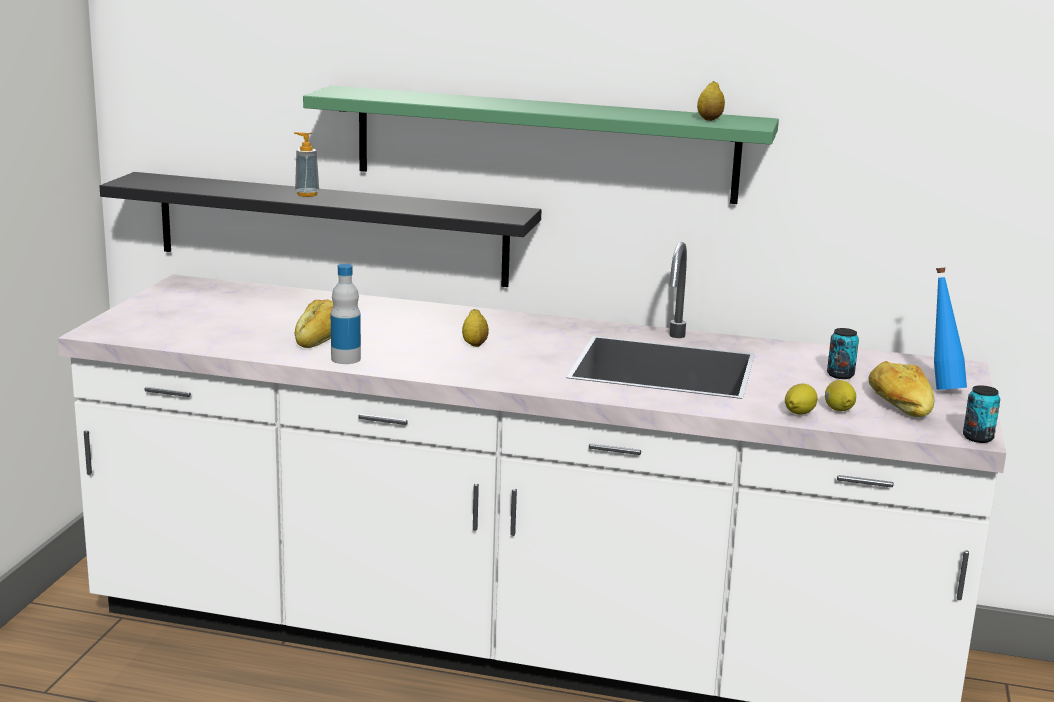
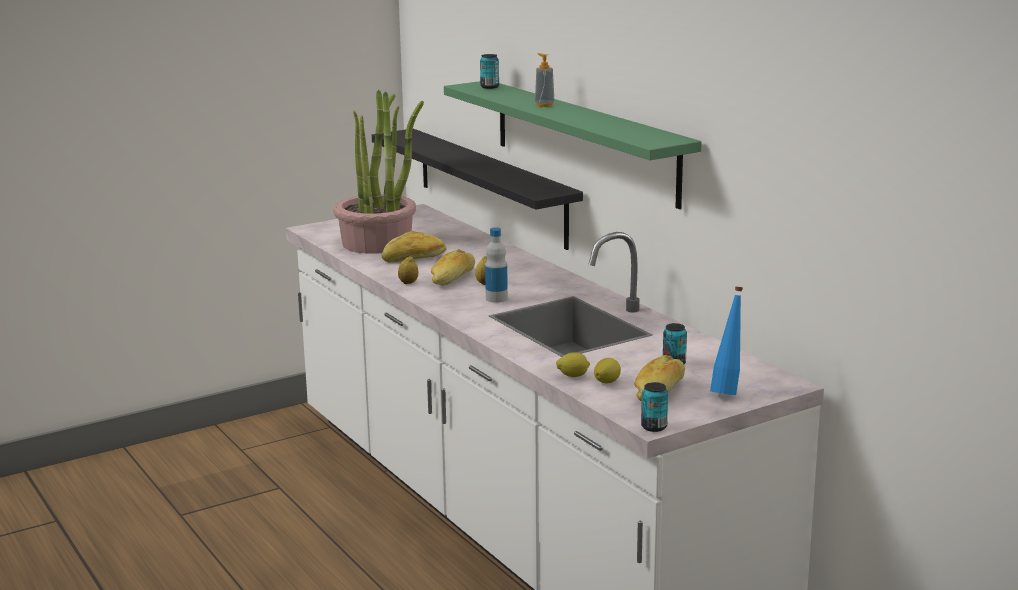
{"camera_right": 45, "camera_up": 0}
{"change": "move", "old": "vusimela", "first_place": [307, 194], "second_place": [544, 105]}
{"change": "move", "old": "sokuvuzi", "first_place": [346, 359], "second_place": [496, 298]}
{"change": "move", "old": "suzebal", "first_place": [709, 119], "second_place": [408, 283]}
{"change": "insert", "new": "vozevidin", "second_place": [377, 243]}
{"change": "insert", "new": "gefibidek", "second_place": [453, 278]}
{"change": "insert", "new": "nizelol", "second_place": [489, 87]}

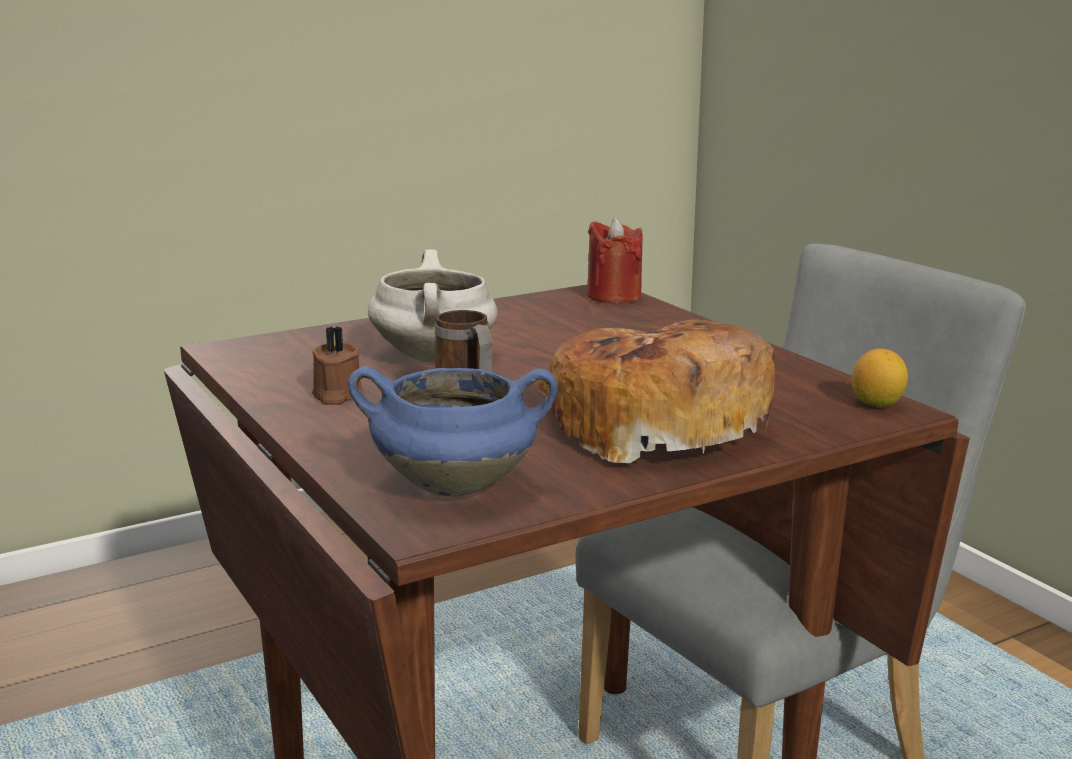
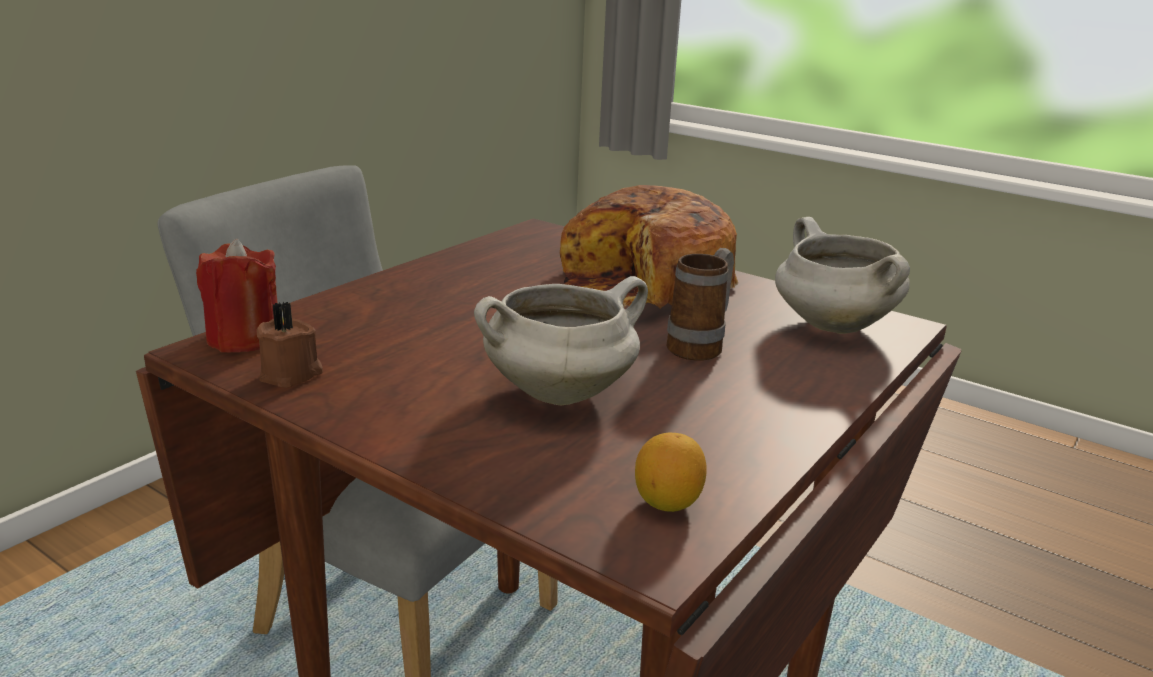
{"camera_right": -115, "camera_up": 5}
{"change": "move", "old": "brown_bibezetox", "first_place": [336, 395], "second_place": [292, 374]}
{"change": "recolor", "old": "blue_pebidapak", "new": "white_pebidapak", "first_place": [457, 485], "second_place": [830, 325]}
{"change": "move", "old": "suzebal", "first_place": [877, 404], "second_place": [667, 502]}

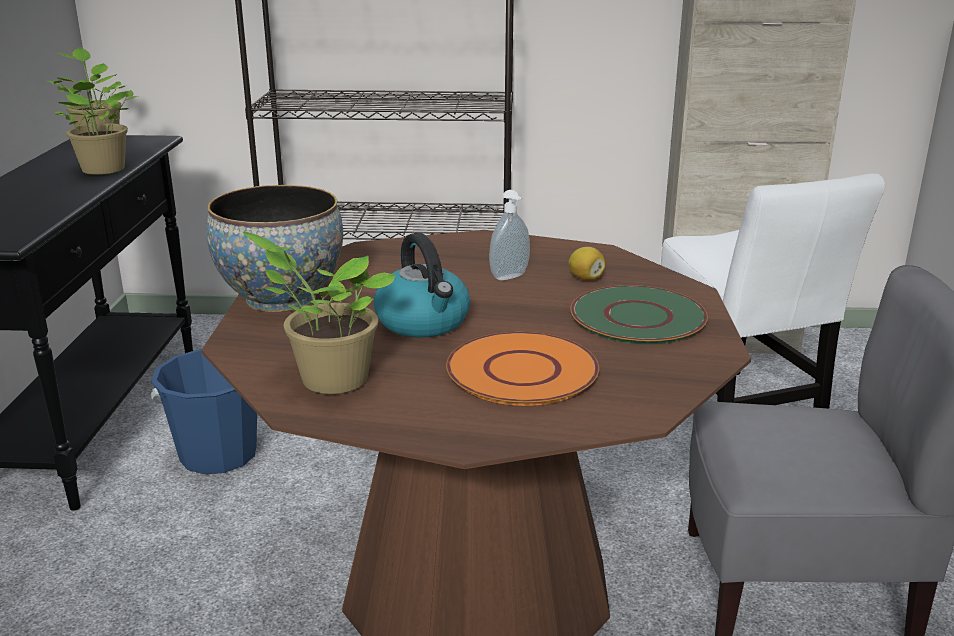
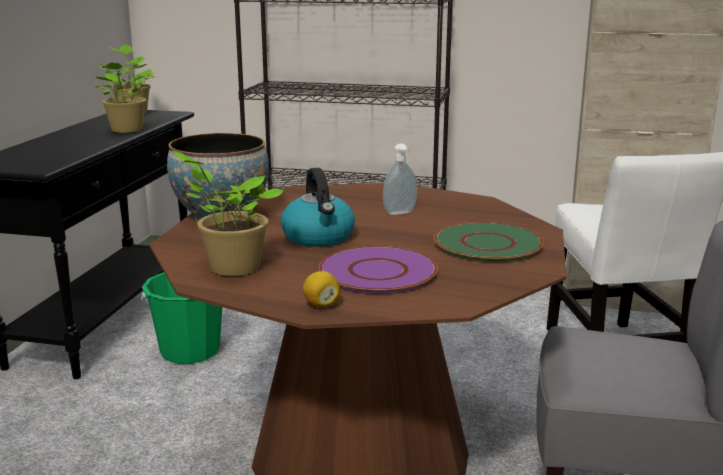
{"camera_right": 10, "camera_up": -5}
{"change": "recolor", "old": "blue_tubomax", "new": "green_tubomax", "first_place": [218, 455], "second_place": [190, 351]}
{"change": "recolor", "old": "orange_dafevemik", "new": "purple_dafevemik", "first_place": [522, 372], "second_place": [377, 272]}
{"change": "move", "old": "suzebal", "first_place": [585, 278], "second_place": [321, 305]}

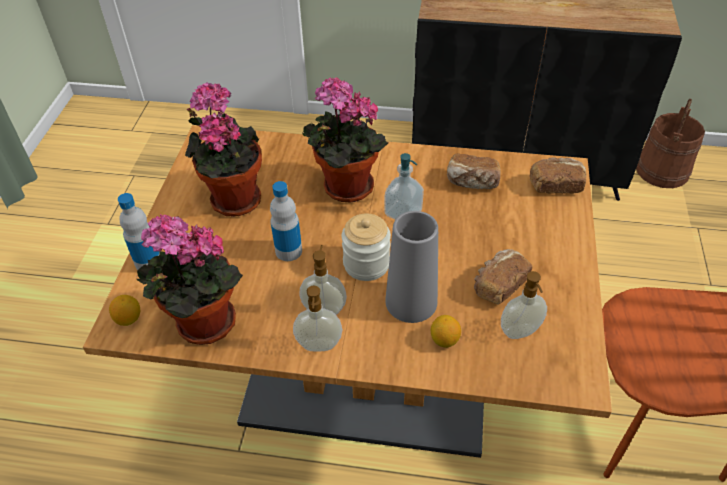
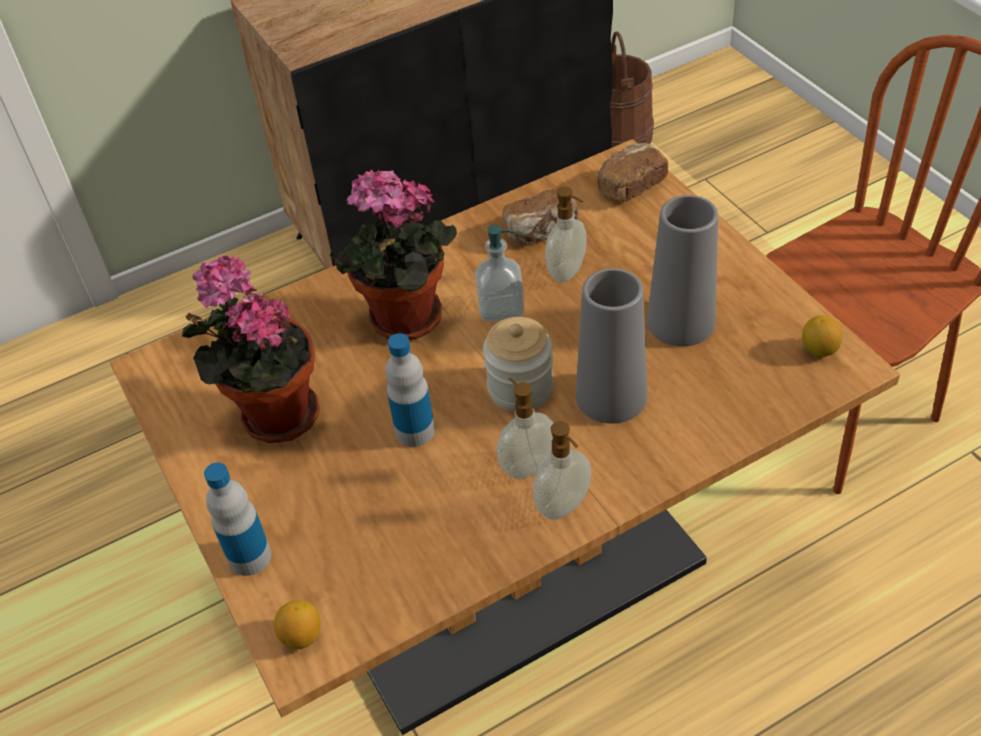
{"camera_right": -35, "camera_up": 0}
{"change": "delete", "old": "vozevidin", "first_place": [201, 326]}
{"change": "move", "old": "suzebal", "first_place": [444, 340], "second_place": [819, 350]}
{"change": "replace", "old": "gefibidek", "new": "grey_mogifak", "first_place": [499, 285], "second_place": [680, 322]}
{"change": "move", "old": "vusimela", "first_place": [520, 332], "second_place": [568, 272]}

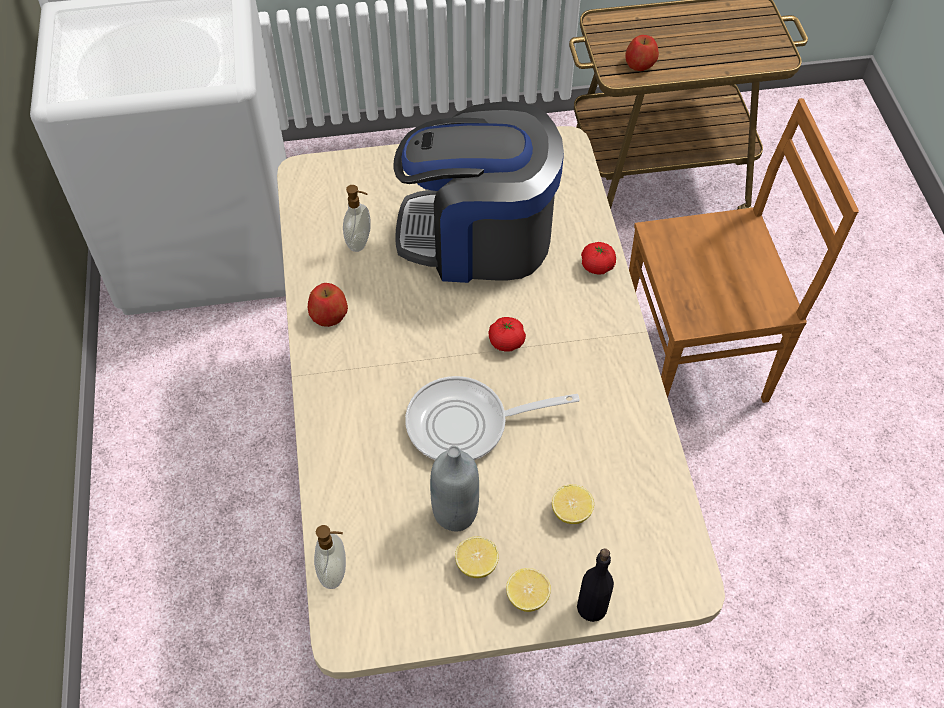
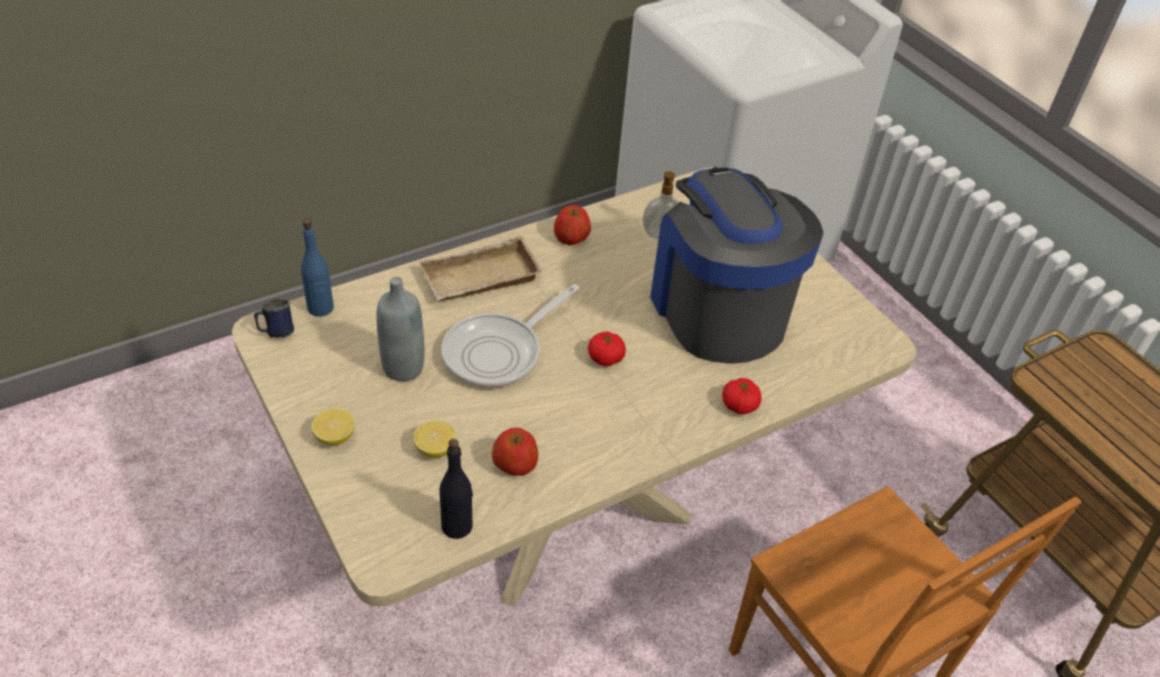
{"camera_right": 65, "camera_up": -10}
{"change": "replace", "old": "vusimela", "new": "blue_sokuvuzi", "first_place": [335, 572], "second_place": [320, 308]}
{"change": "rotate", "old": "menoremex", "first_place": [466, 425], "second_place": [499, 352], "degrees": -105}
{"change": "delete", "old": "suzebal", "first_place": [476, 564]}
{"change": "move", "old": "black_sokuvuzi", "first_place": [591, 607], "second_place": [457, 526]}
{"change": "move", "old": "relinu", "first_place": [640, 64], "second_place": [515, 464]}
{"change": "insert", "new": "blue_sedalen", "second_place": [276, 332]}
{"change": "insert", "new": "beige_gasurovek", "second_place": [480, 280]}

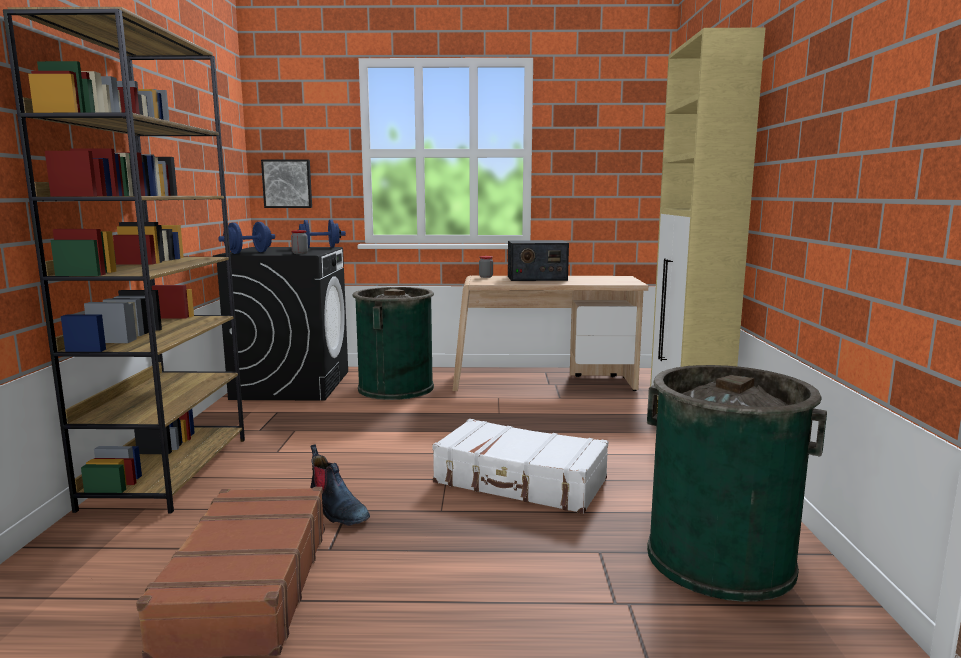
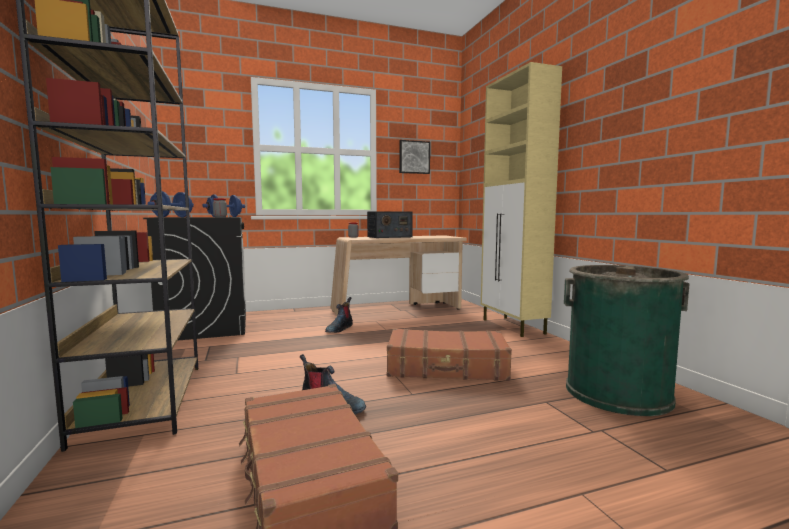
{"camera_right": -20, "camera_up": -5}
{"change": "move", "old": "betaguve", "first_place": [287, 184], "second_place": [414, 157]}
{"change": "delete", "old": "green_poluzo", "first_place": [396, 388]}
{"change": "recolor", "old": "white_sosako", "new": "brown_sosako", "first_place": [520, 482], "second_place": [447, 368]}
{"change": "insert", "new": "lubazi", "second_place": [339, 329]}

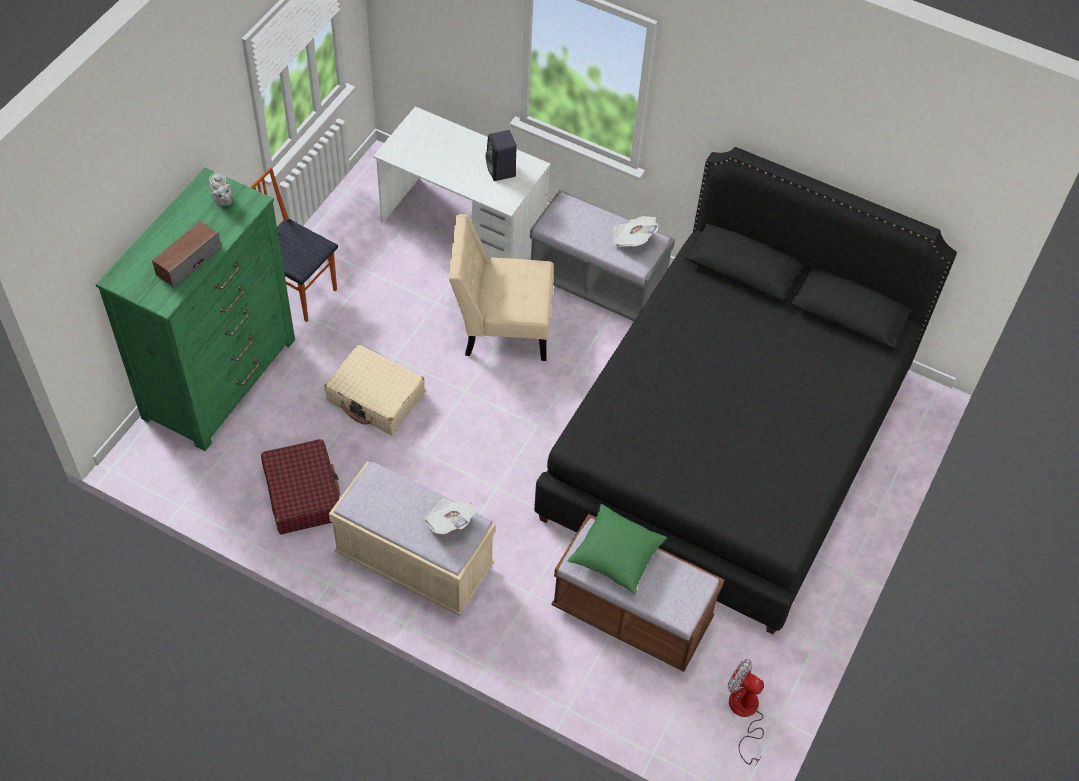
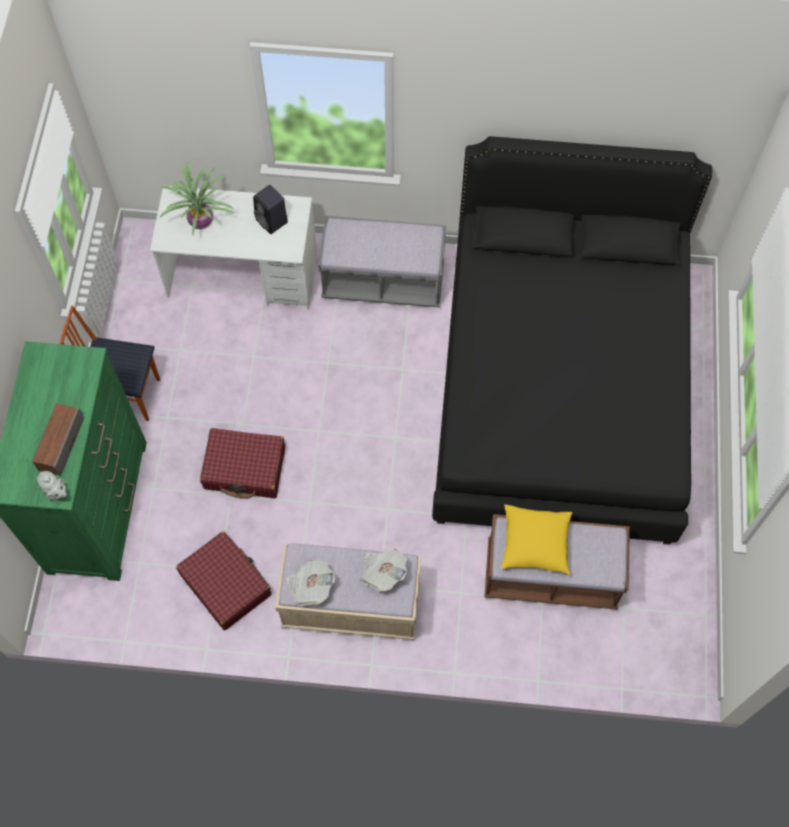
{"camera_right": -20, "camera_up": 10}
{"change": "move", "old": "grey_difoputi", "first_place": [223, 201], "second_place": [56, 492]}
{"change": "recolor", "old": "beige_sosako", "new": "red_sosako", "first_place": [376, 398], "second_place": [245, 468]}
{"change": "delete", "old": "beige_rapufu", "first_place": [501, 326]}
{"change": "recolor", "old": "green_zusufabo", "new": "yellow_zusufabo", "first_place": [616, 556], "second_place": [535, 544]}
{"change": "move", "old": "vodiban", "first_place": [632, 239], "second_place": [310, 586]}
{"change": "delete", "old": "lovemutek", "first_place": [744, 714]}
{"change": "insert", "new": "vozevidin", "second_place": [202, 221]}

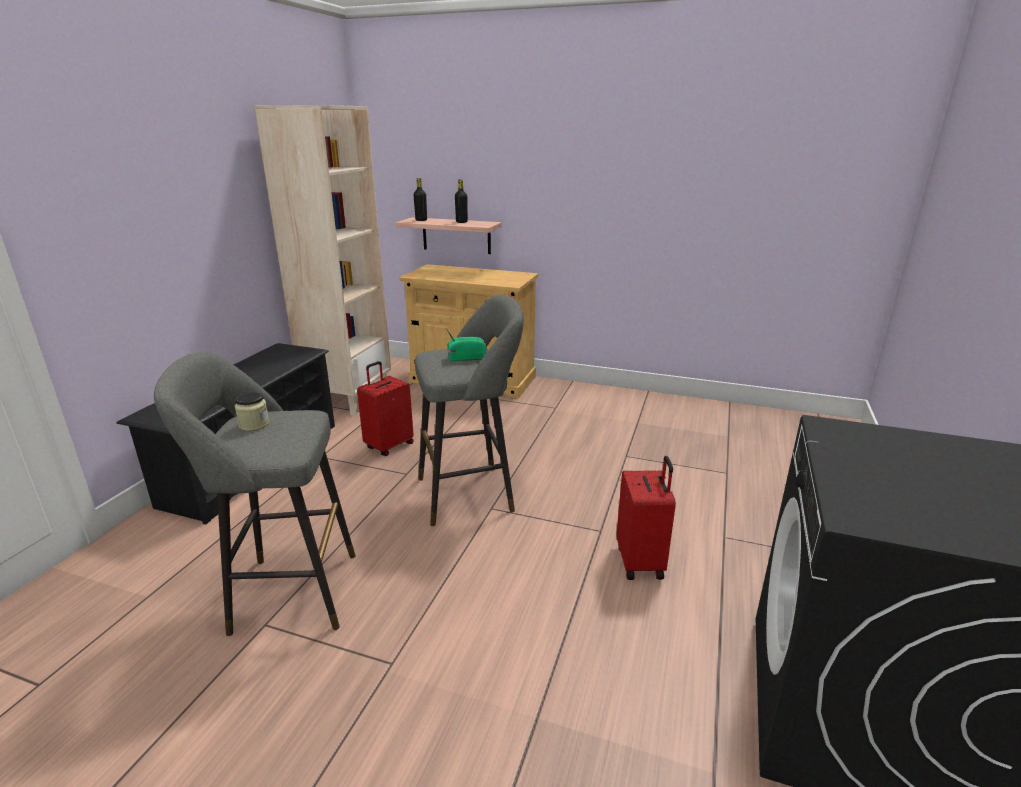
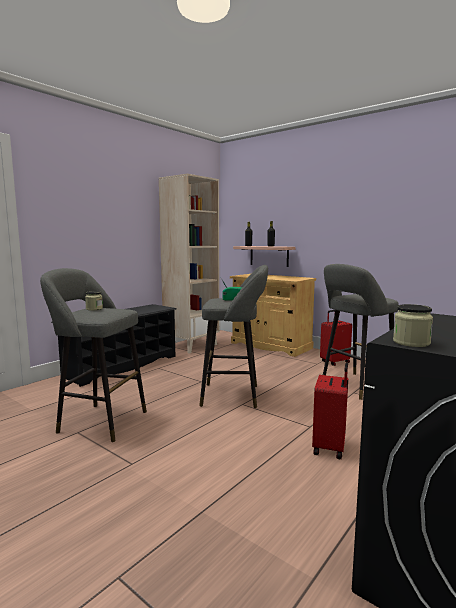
{"camera_right": 20, "camera_up": -15}
{"change": "move", "old": "red_sosako", "first_place": [389, 446], "second_place": [334, 362]}
{"change": "insert", "new": "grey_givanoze", "second_place": [354, 386]}
{"change": "insert", "new": "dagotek", "second_place": [411, 342]}

